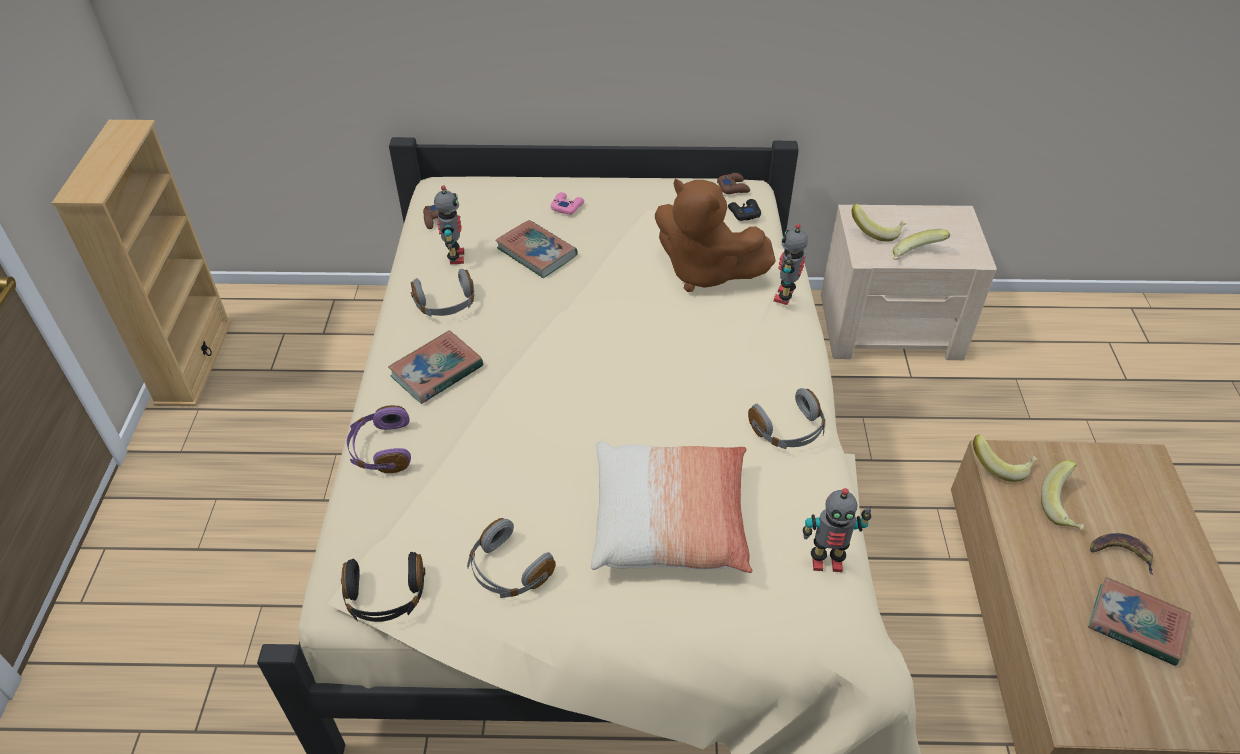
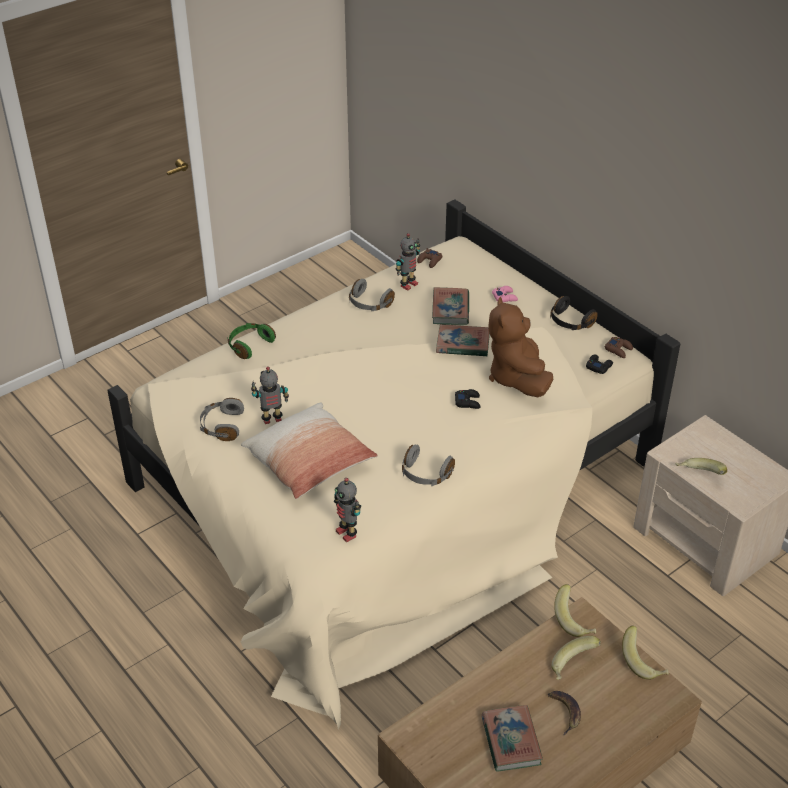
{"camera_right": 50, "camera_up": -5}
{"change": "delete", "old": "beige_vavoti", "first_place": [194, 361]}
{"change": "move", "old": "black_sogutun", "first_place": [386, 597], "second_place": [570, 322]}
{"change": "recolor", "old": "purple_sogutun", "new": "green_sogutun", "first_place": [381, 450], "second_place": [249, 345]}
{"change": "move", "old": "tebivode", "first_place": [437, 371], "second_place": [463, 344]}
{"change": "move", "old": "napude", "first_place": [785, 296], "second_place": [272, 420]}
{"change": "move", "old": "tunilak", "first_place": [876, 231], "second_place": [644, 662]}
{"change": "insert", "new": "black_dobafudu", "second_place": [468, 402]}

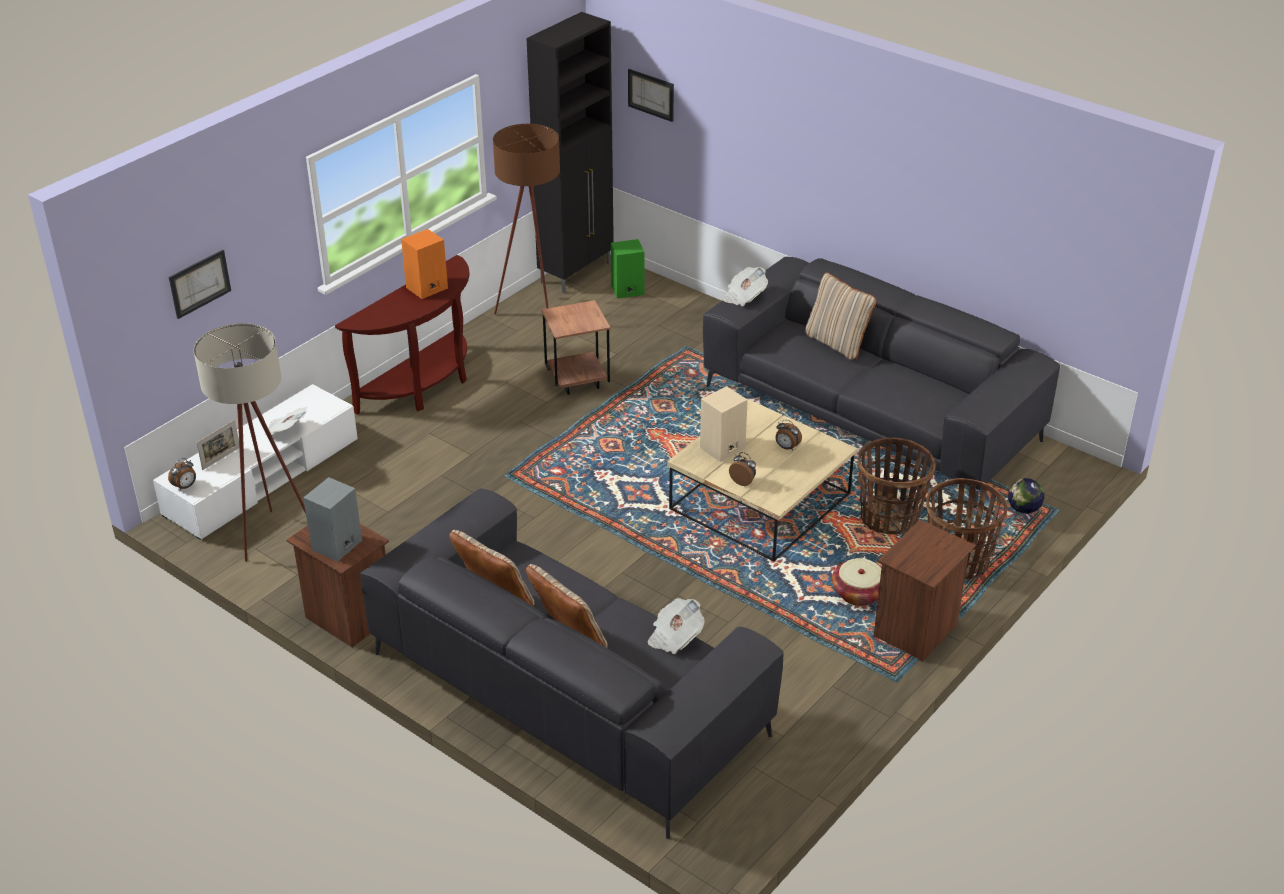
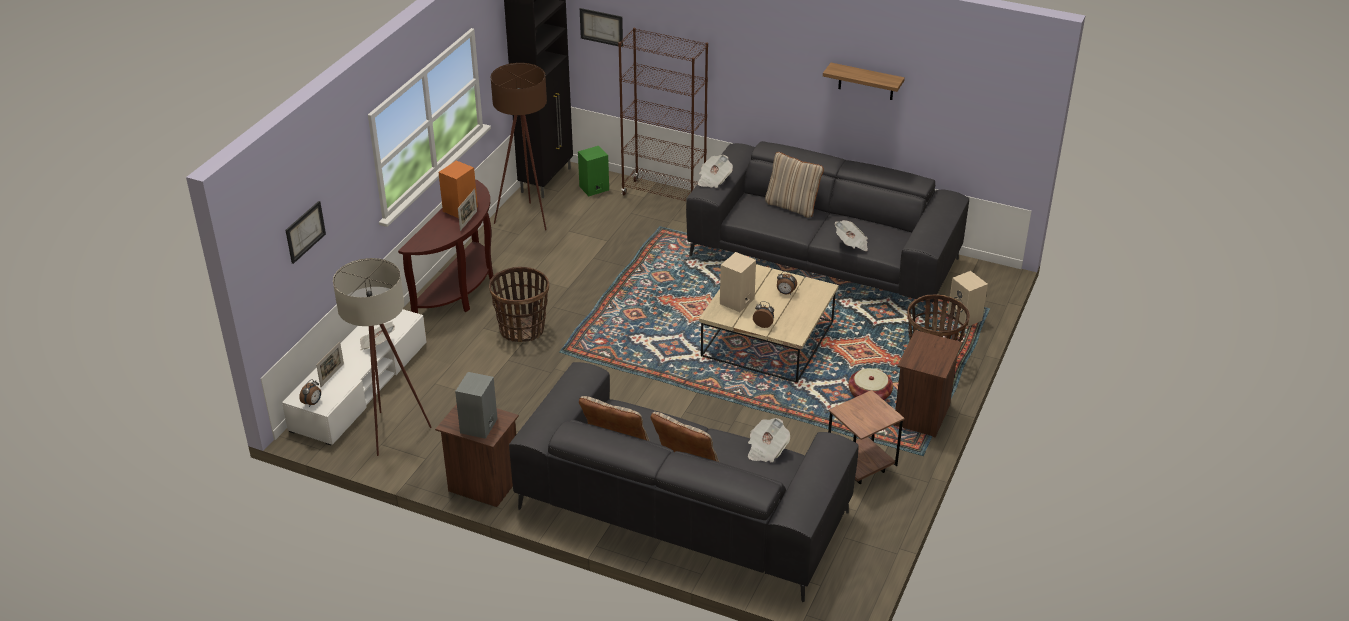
{"camera_right": -15, "camera_up": 0}
{"change": "move", "old": "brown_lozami", "first_place": [577, 382], "second_place": [860, 468]}
{"change": "move", "old": "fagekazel", "first_place": [889, 518], "second_place": [522, 330]}
{"change": "replace", "old": "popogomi", "new": "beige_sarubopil", "first_place": [1022, 517], "second_place": [965, 318]}
{"change": "insert", "new": "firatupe", "second_place": [468, 221]}
{"change": "insert", "new": "brown_vavoti", "second_place": [664, 196]}
{"change": "insert", "new": "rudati", "second_place": [866, 82]}
{"change": "insert", "new": "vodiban", "second_place": [851, 244]}

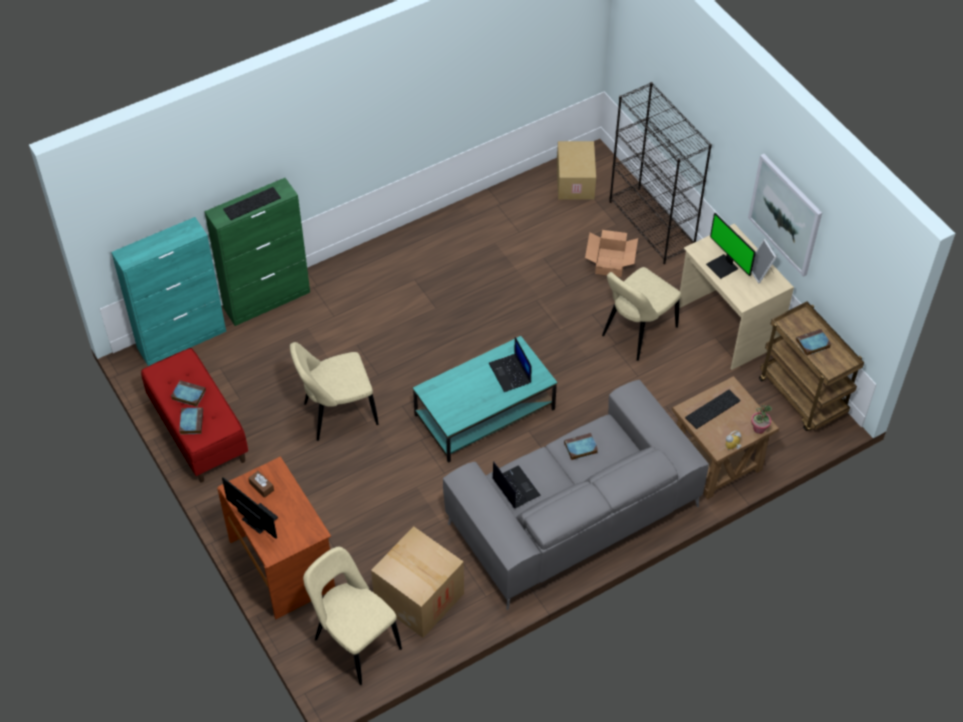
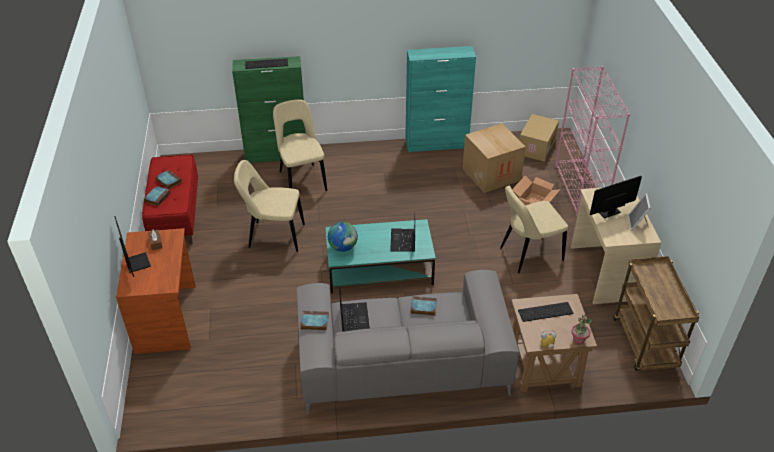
{"camera_right": 25, "camera_up": -10}
{"change": "move", "old": "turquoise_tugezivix", "first_place": [182, 339], "second_place": [437, 144]}
{"change": "move", "old": "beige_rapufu", "first_place": [354, 641], "second_place": [302, 180]}
{"change": "move", "old": "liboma", "first_place": [419, 597], "second_place": [491, 174]}
{"change": "recolor", "old": "black_vavoti", "new": "pink_vavoti", "first_place": [652, 225], "second_place": [580, 189]}
{"change": "rotate", "old": "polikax", "first_place": [723, 266], "second_place": [607, 211], "degrees": 75}
{"change": "delete", "old": "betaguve", "first_place": [785, 214]}
{"change": "move", "old": "tebivode", "first_place": [812, 344], "second_place": [313, 322]}
{"change": "insert", "new": "popogomi", "second_place": [343, 247]}

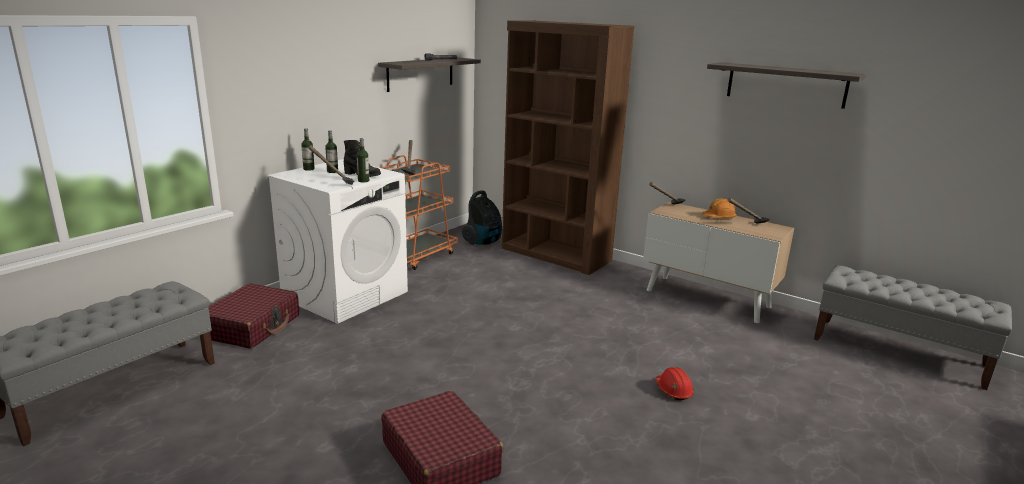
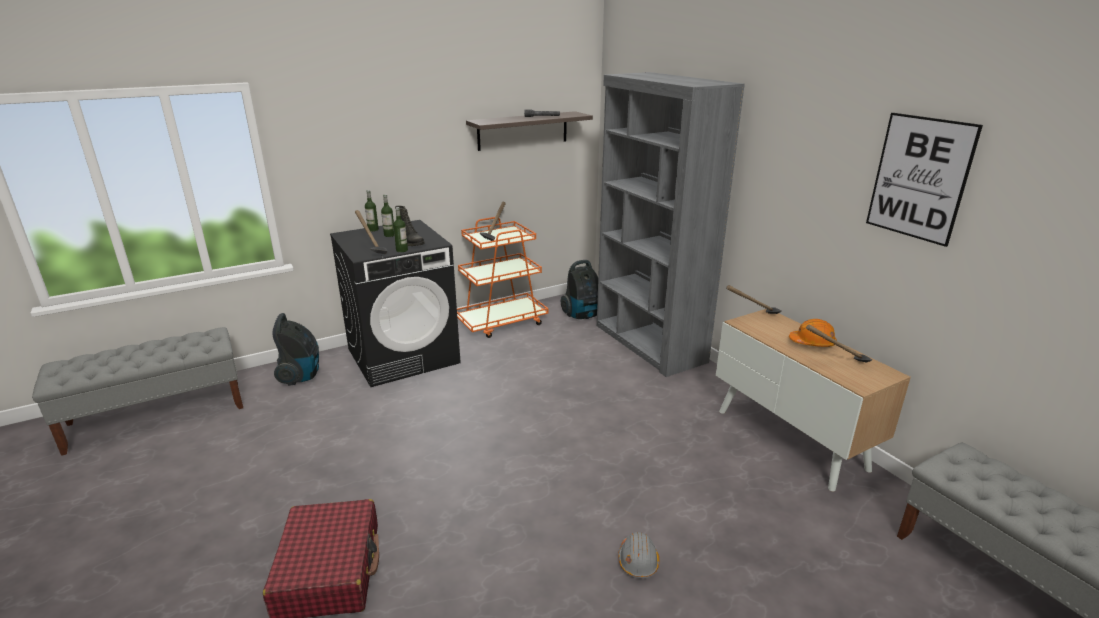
{"camera_right": 25, "camera_up": 5}
{"change": "replace", "old": "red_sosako", "new": "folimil", "first_place": [252, 327], "second_place": [301, 375]}
{"change": "recolor", "old": "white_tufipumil", "new": "black_tufipumil", "first_place": [346, 294], "second_place": [404, 355]}
{"change": "recolor", "old": "brown_vavoti", "new": "grey_vavoti", "first_place": [555, 255], "second_place": [649, 343]}
{"change": "recolor", "old": "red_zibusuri", "new": "grey_zibusuri", "first_place": [673, 390], "second_place": [638, 561]}
{"change": "replace", "old": "rudati", "new": "betaguve", "first_place": [786, 84], "second_place": [919, 178]}

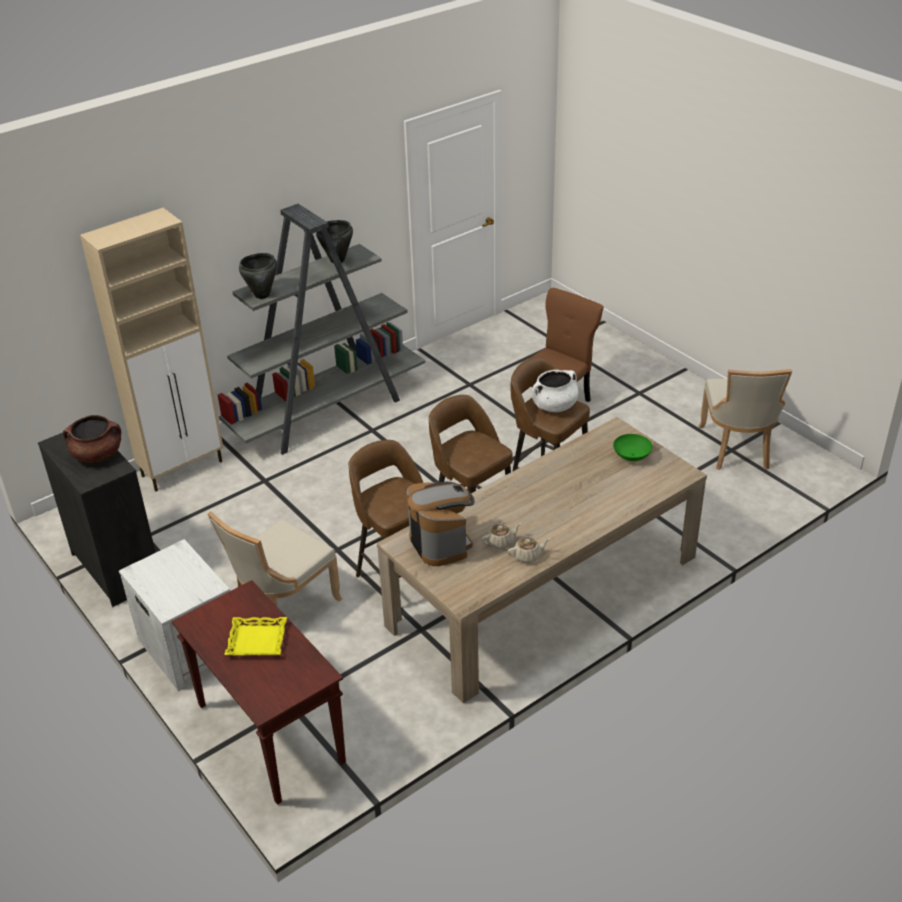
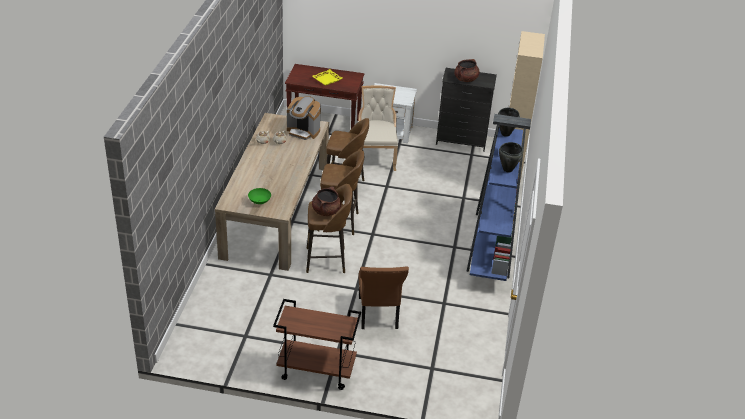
{"camera_right": 135, "camera_up": 0}
{"change": "recolor", "old": "grey_vavoti", "new": "blue_vavoti", "first_place": [327, 412], "second_place": [492, 245]}
{"change": "recolor", "old": "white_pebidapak", "new": "brown_pebidapak", "first_place": [554, 406], "second_place": [326, 211]}
{"change": "delete", "old": "beige_rapufu", "first_place": [737, 449]}
{"change": "insert", "new": "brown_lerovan", "second_place": [315, 371]}

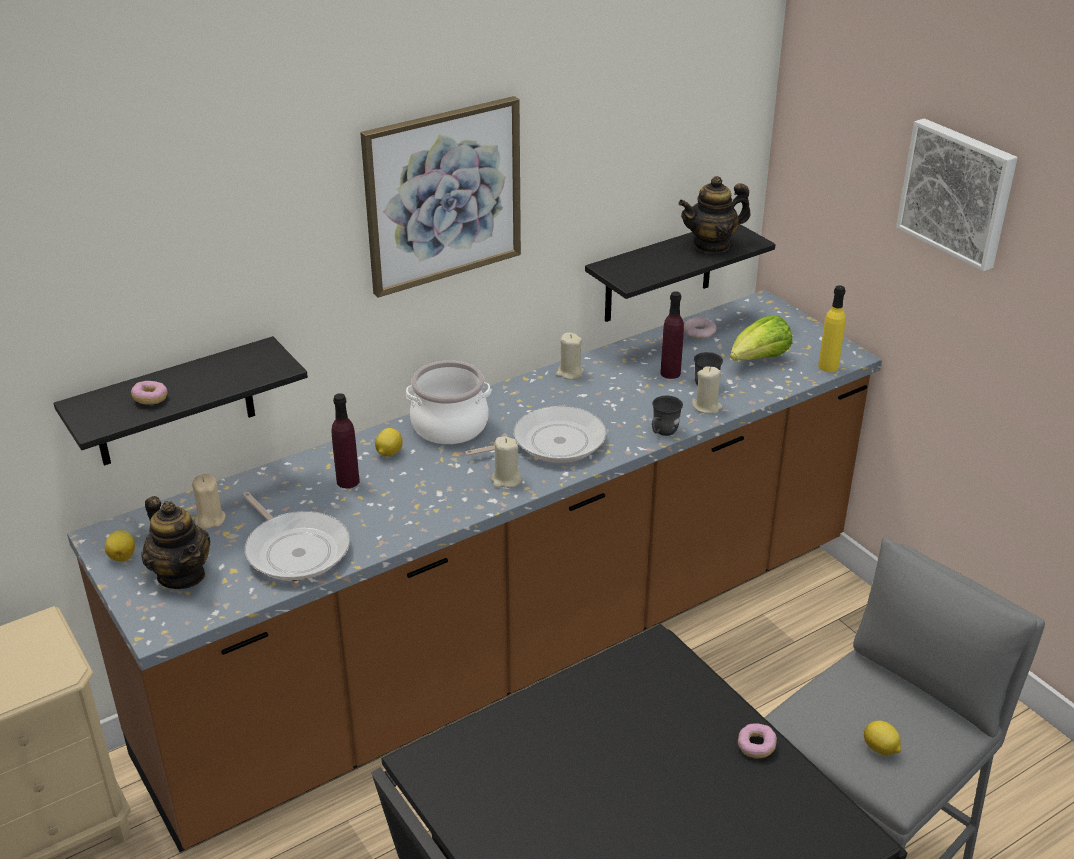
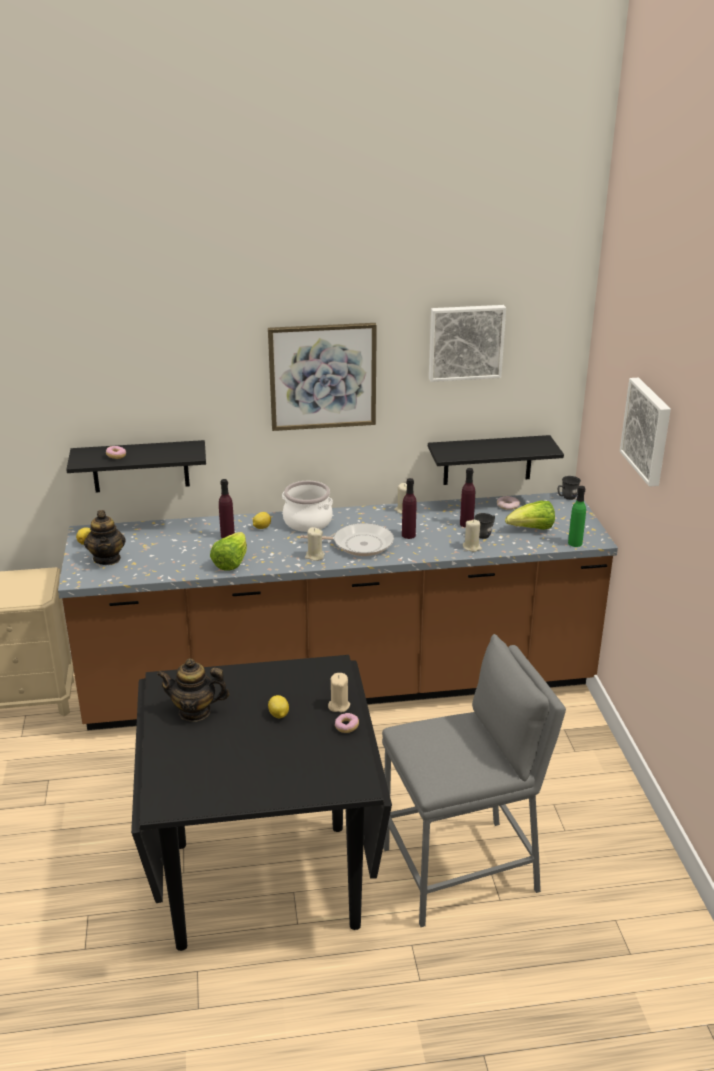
{"camera_right": 25, "camera_up": -5}
{"change": "move", "old": "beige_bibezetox", "first_place": [210, 519], "second_place": [339, 705]}
{"change": "delete", "old": "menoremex", "first_place": [295, 549]}
{"change": "move", "old": "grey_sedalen", "first_place": [662, 432], "second_place": [566, 497]}
{"change": "move", "old": "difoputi", "first_place": [712, 245], "second_place": [195, 711]}
{"change": "recolor", "old": "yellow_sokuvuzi", "new": "green_sokuvuzi", "first_place": [828, 367], "second_place": [575, 543]}
{"change": "move", "old": "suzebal", "first_place": [880, 749], "second_place": [278, 715]}
{"change": "insert", "new": "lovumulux", "second_place": [231, 562]}
{"change": "insert", "new": "purple_sokuvuzi", "second_place": [408, 535]}
{"change": "insert", "new": "betaguve", "second_place": [465, 342]}

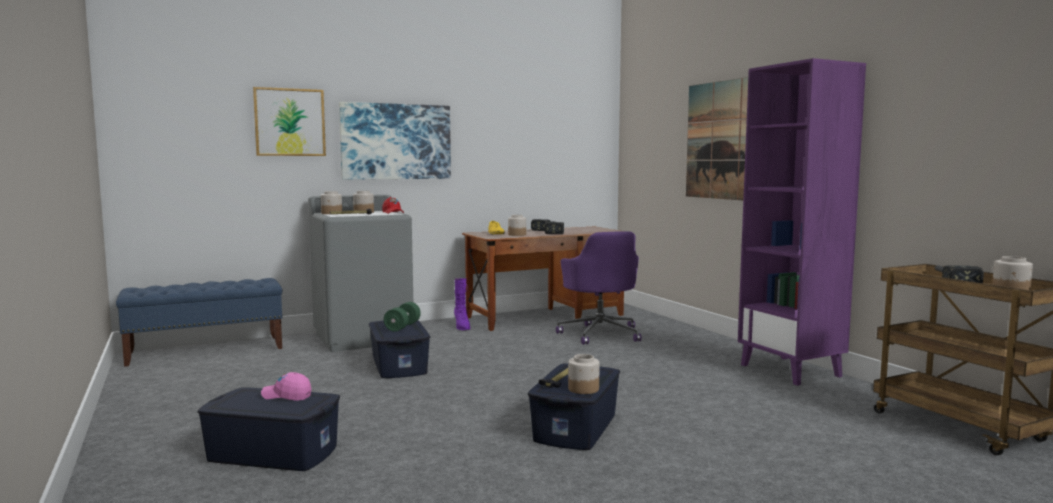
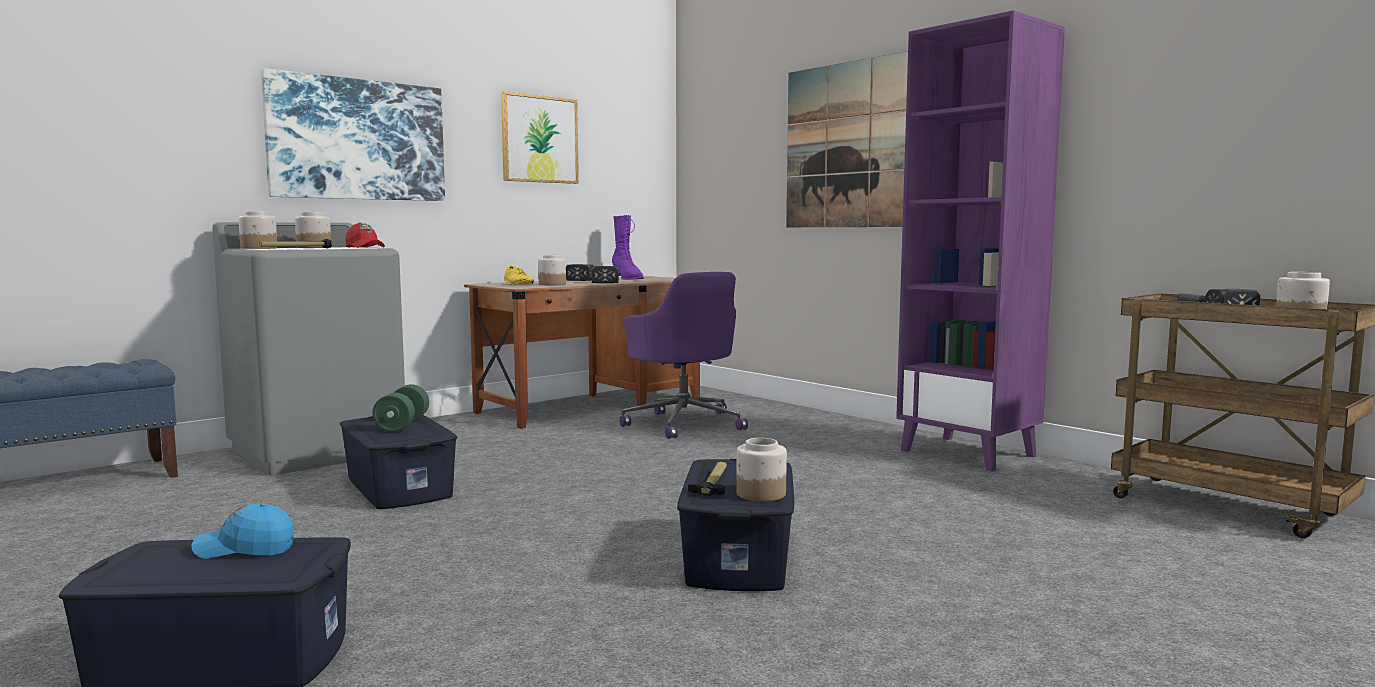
{"camera_right": -15, "camera_up": 0}
{"change": "move", "old": "betaguve", "first_place": [290, 122], "second_place": [539, 139]}
{"change": "recolor", "old": "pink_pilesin", "new": "blue_pilesin", "first_place": [287, 396], "second_place": [245, 549]}
{"change": "move", "old": "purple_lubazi", "first_place": [462, 326], "second_place": [627, 279]}

